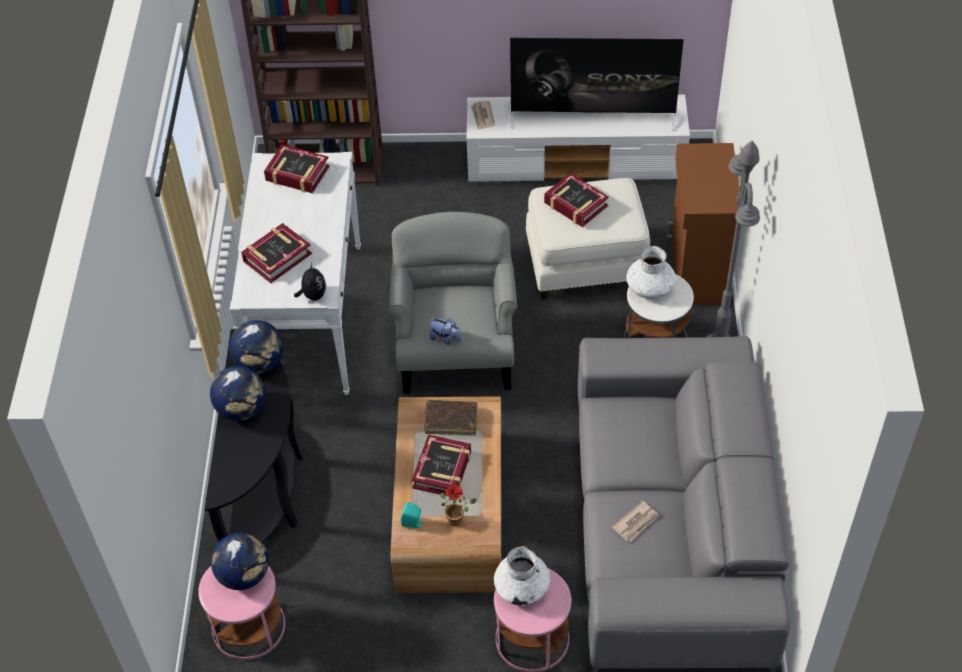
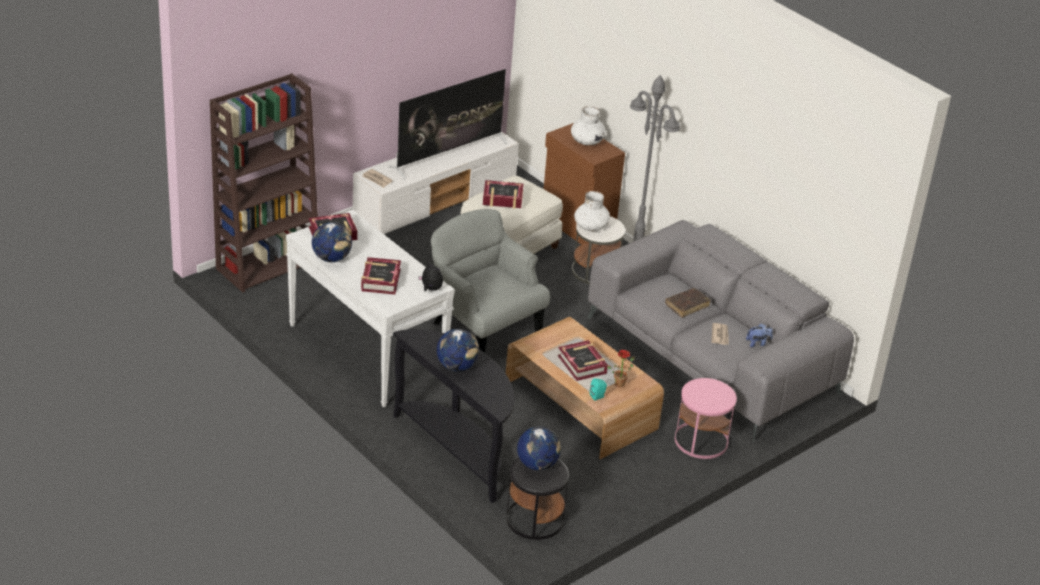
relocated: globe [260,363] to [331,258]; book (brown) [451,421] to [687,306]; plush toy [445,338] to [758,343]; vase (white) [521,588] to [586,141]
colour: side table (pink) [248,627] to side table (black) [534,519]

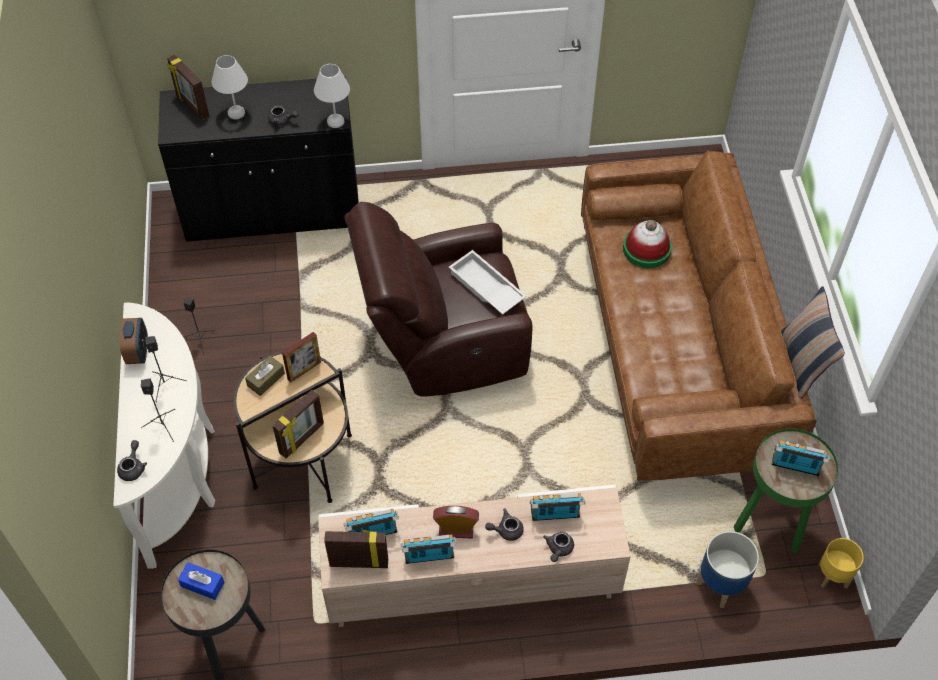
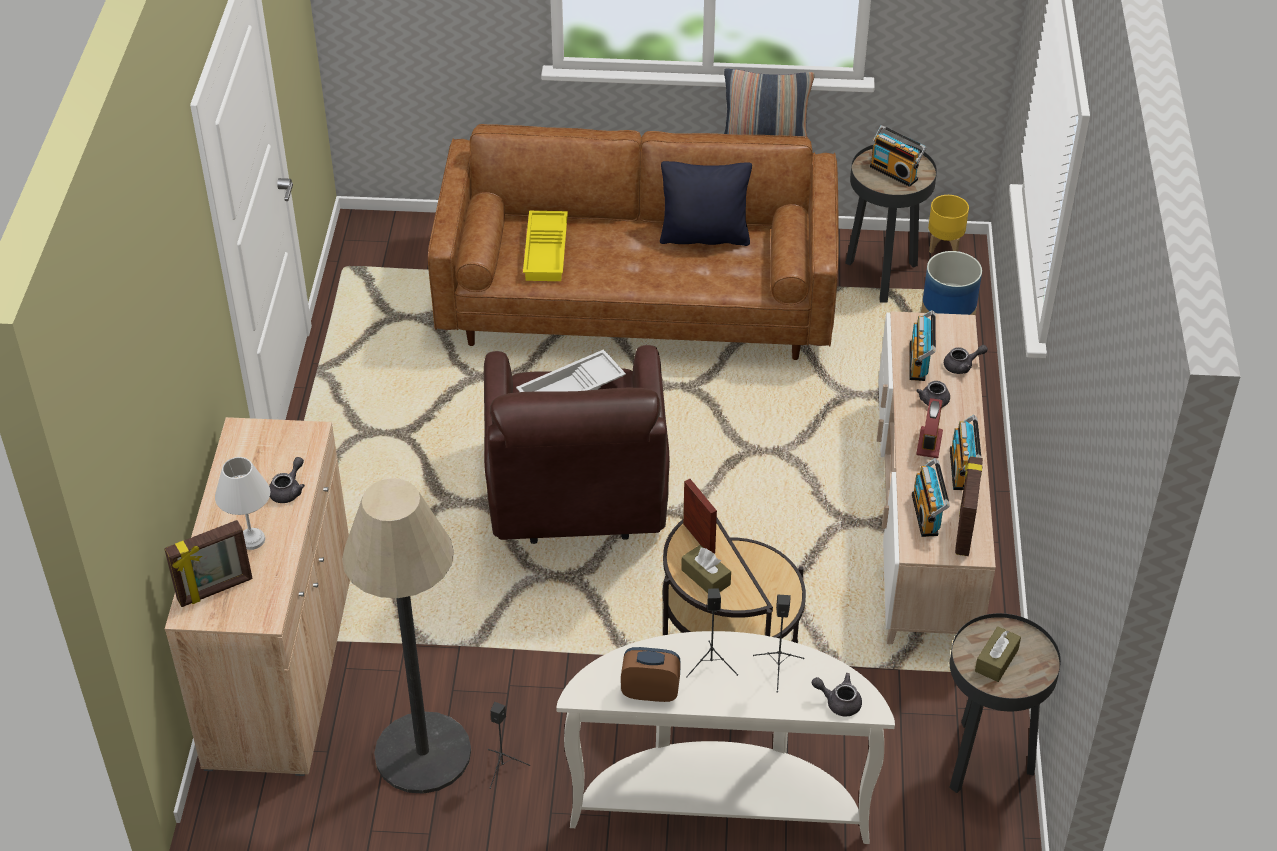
missing: picture frame [302,439]; table lamp (white) [336,122]
appeared: floor lamp [422,753]; pillow (black) [704,236]
exchanged: hat [646,249] to tray (yellow) [547,251]
colour: cabinet (black) [273,210] to cabinet (beige) [282,665]; tissue box (blue) [202,584] to tissue box (brown) [996,660]; side table (green) [770,526] to side table (black) [882,276]
spun: teapot (grey) [558,549] = [962,366] 45 degrees counterclockwise; radio [795,467] = [895,172] 75 degrees counterclockwise

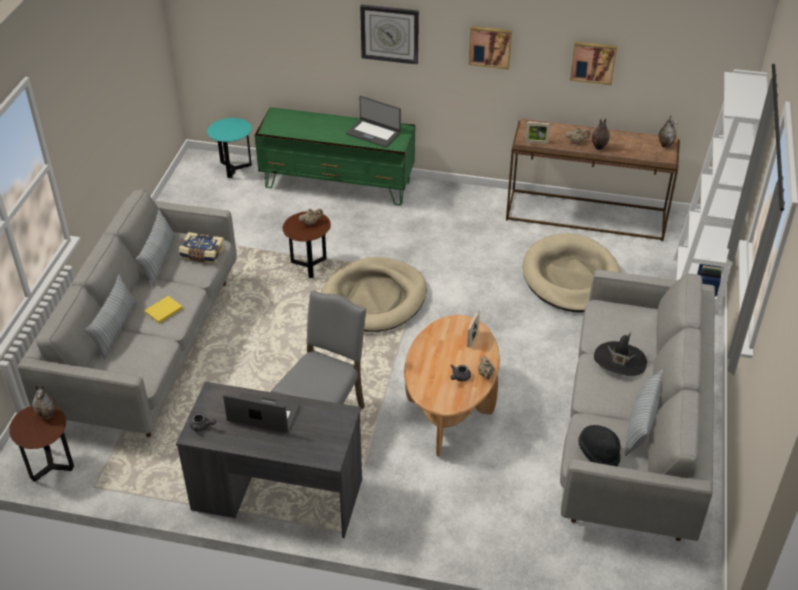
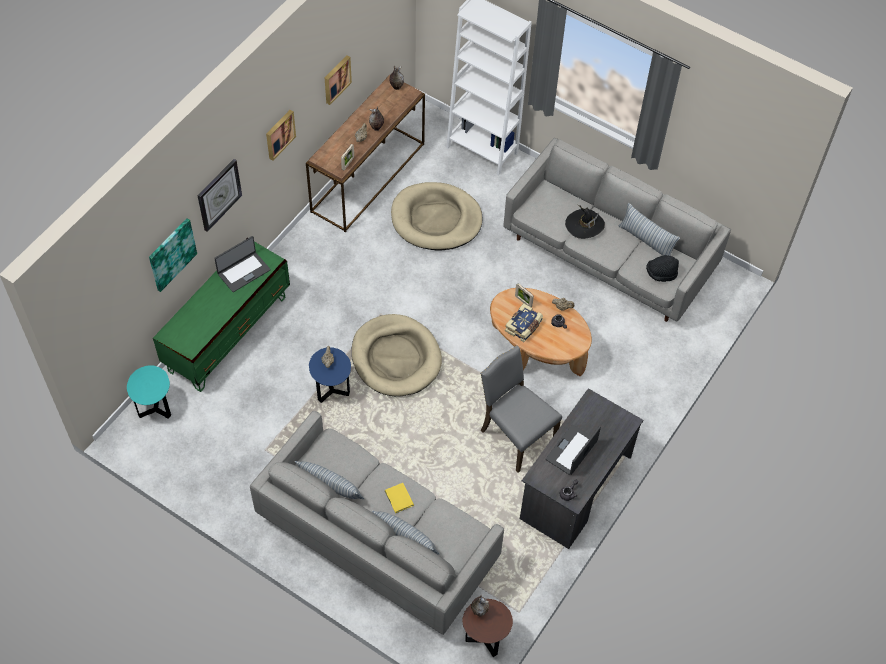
appeared: picture [171,254]
relocated: book [202,254] to [524,326]
colour: side table (brown) [309,266] to side table (blue) [332,391]

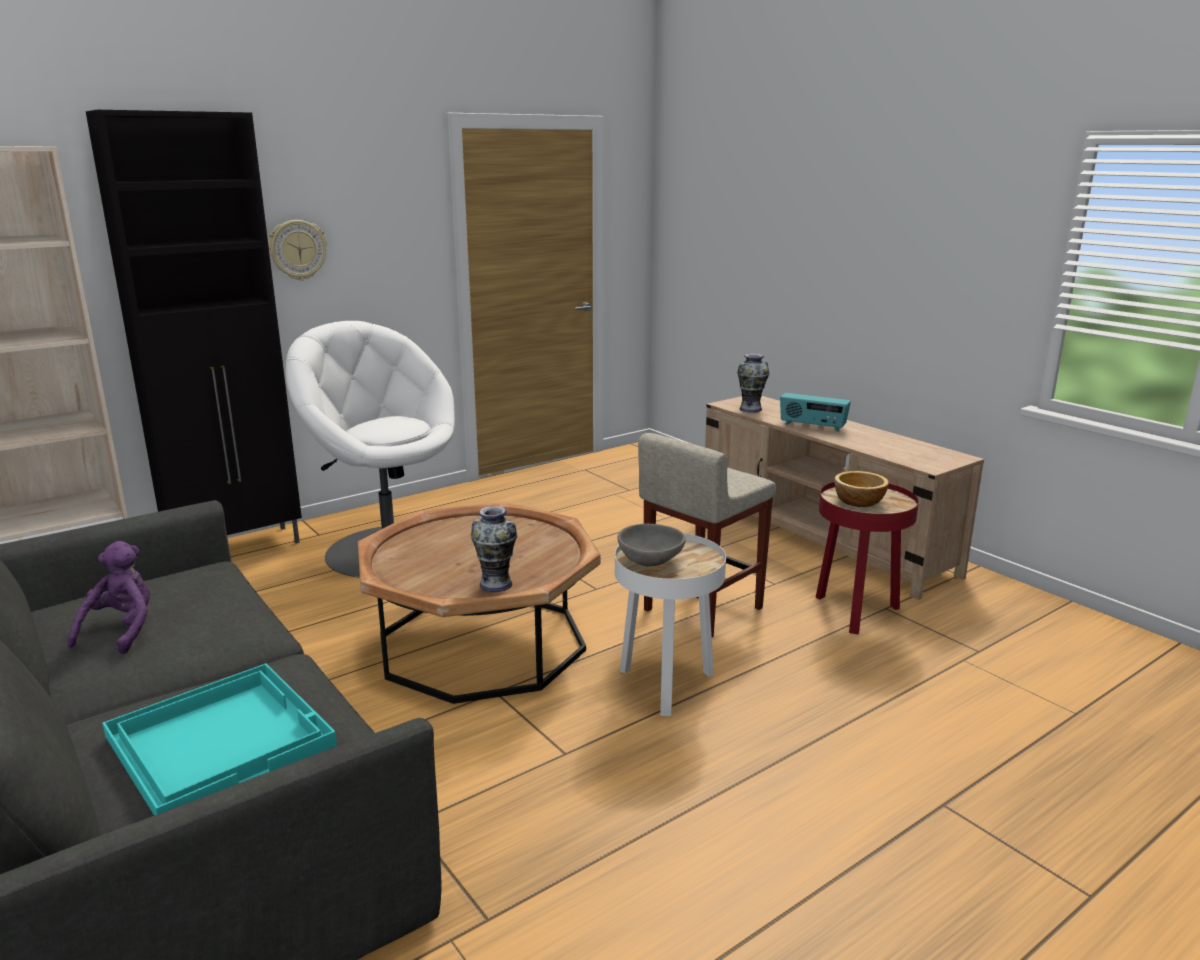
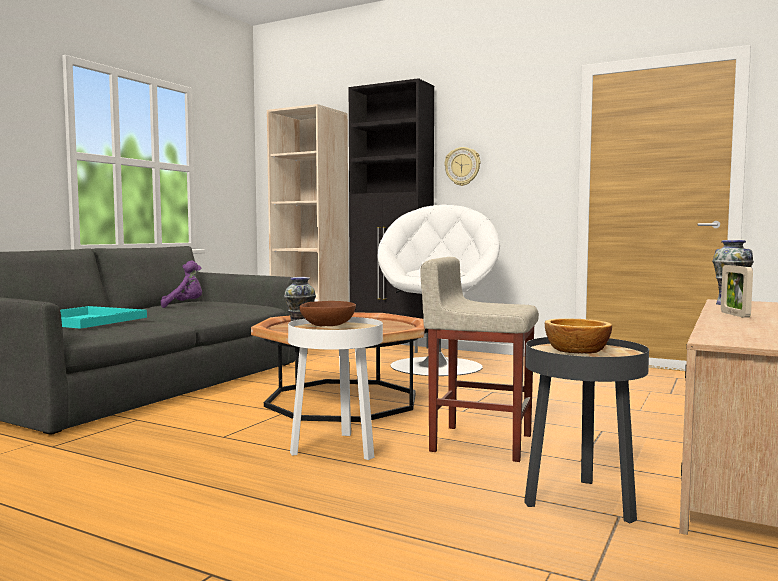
exchanged: radio [812,426] to picture frame [735,314]
colour: bowl (grey) [650,561] to bowl (brown) [327,326]; side table (red) [856,612] to side table (black) [581,502]

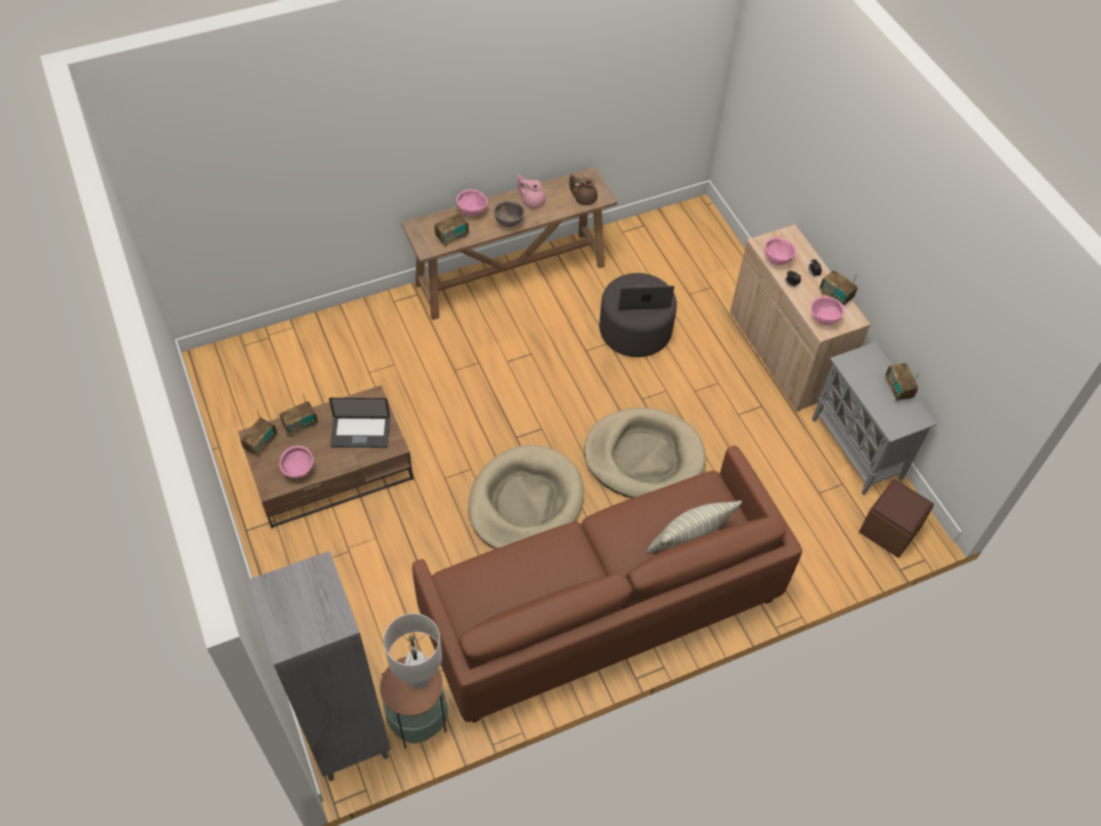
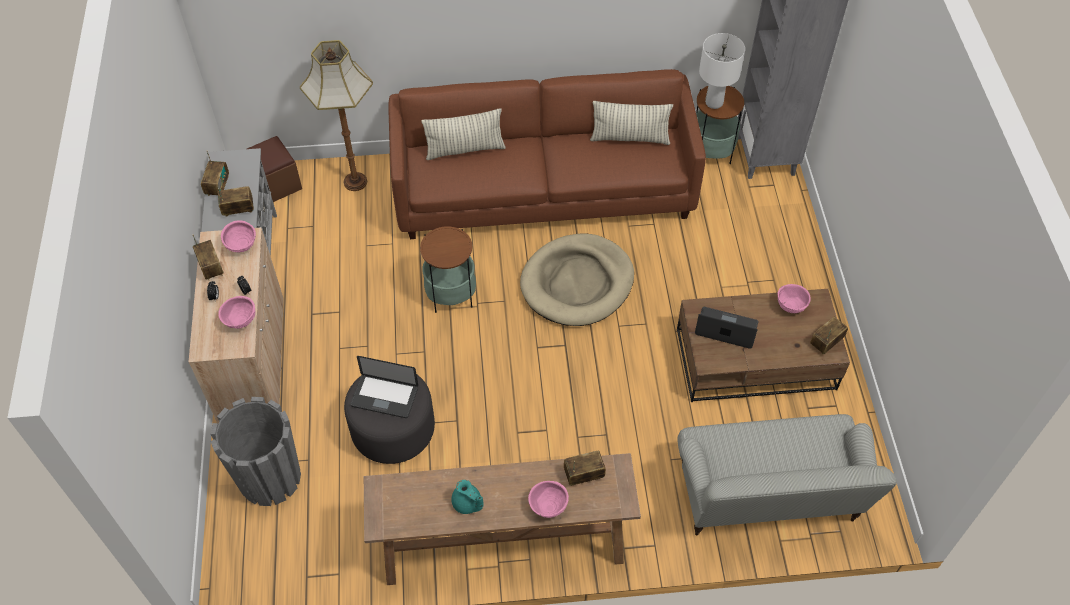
missing: bowl (brown) [509,223]; teapot (brown) [584,198]
appeared: planter (grey) [270,478]; floor lamp [355,181]; pillow [630,138]; sofa [767,496]
relocated: radio [300,425] to [238,209]
exchanged: dog bed (beige) [644,457] to side table [451,295]
colour: teapot (pink) [532,201] to teapot (turquoise) [467,504]

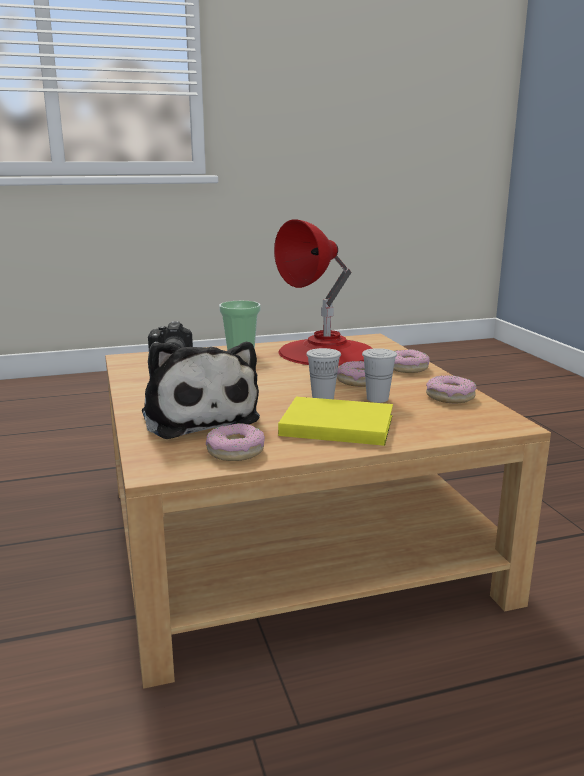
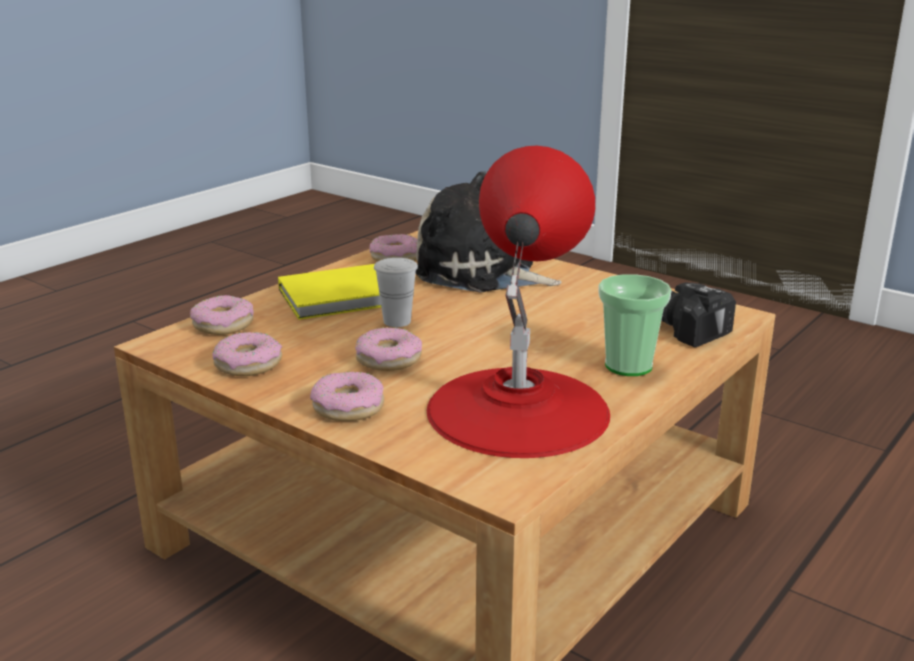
missing: cup (white) [377,398]
appeared: donut [223,325]

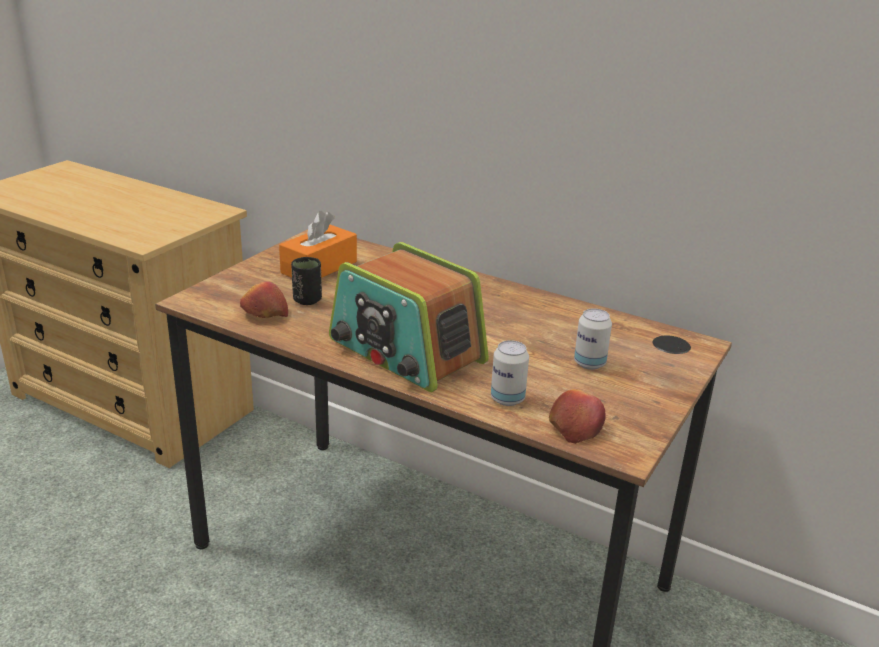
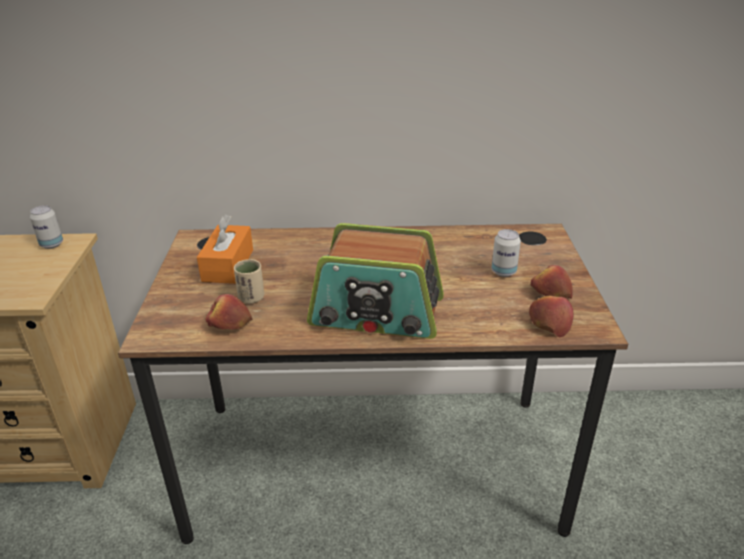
appeared: apple [550,293]
relocated: can [507,399] to [52,244]
colour: cup (black) [307,300] to cup (beige) [251,298]

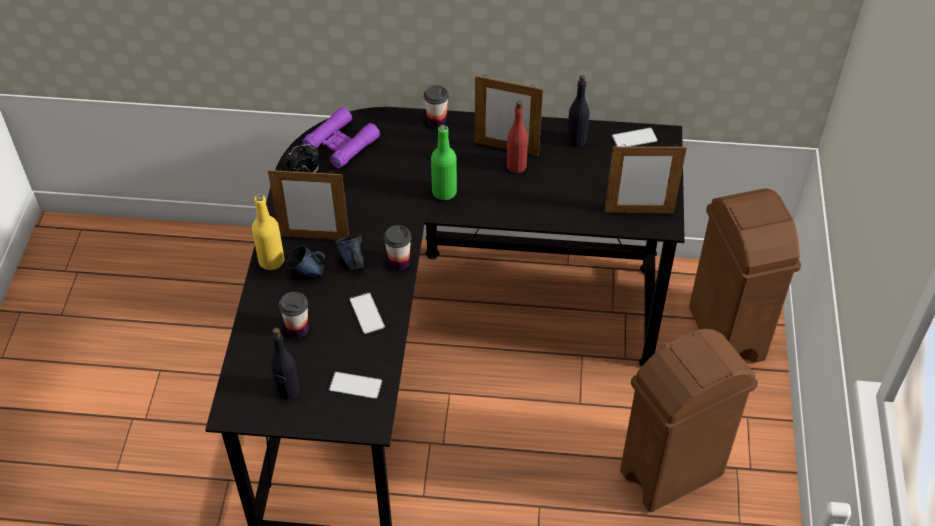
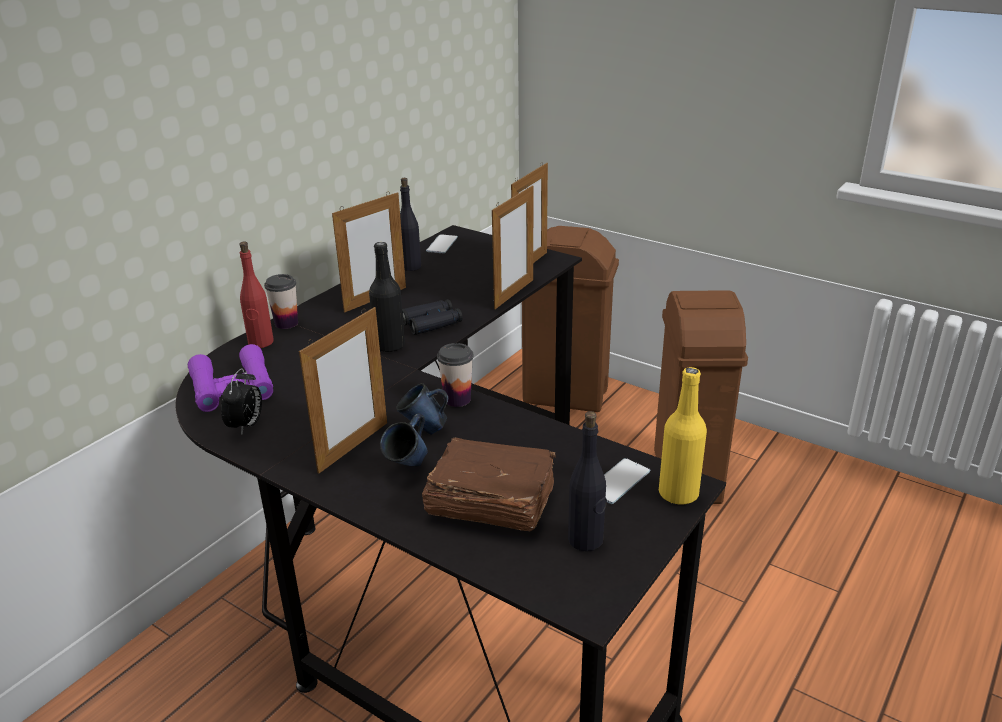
missing: phone [367,313]
appeared: binoculars (black) [432,323]; picture frame [514,294]
relocated: bottle (yellow) [271,261] to [678,494]; bottle (red) [516,166] to [261,342]
exchanged: cup [297,329] to book (brown) [489,502]
colour: bottle (green) [444,192] to bottle (black) [390,346]

